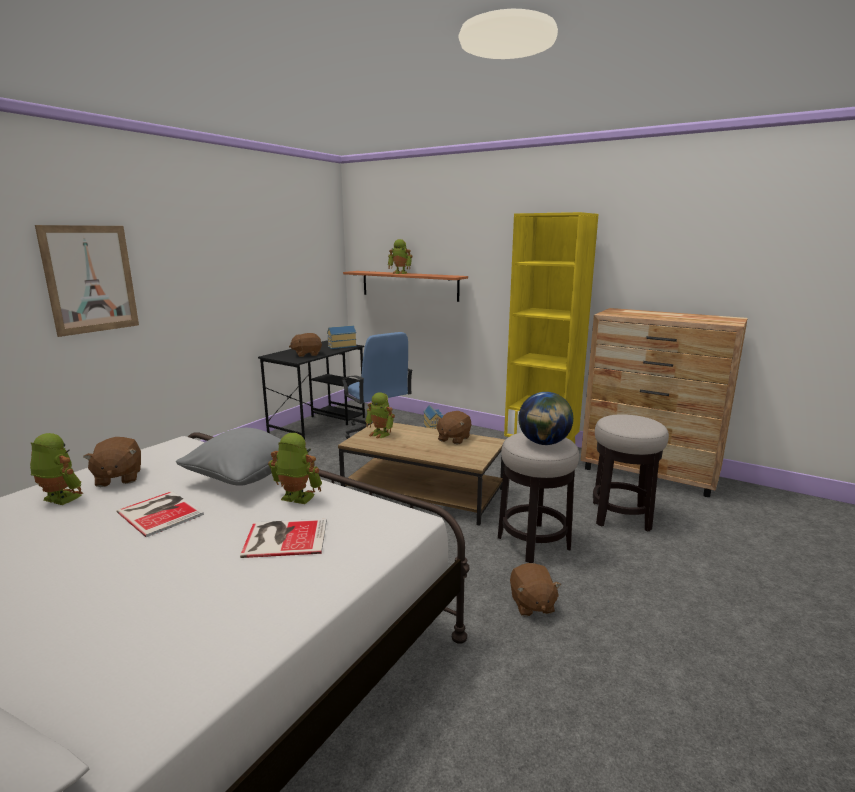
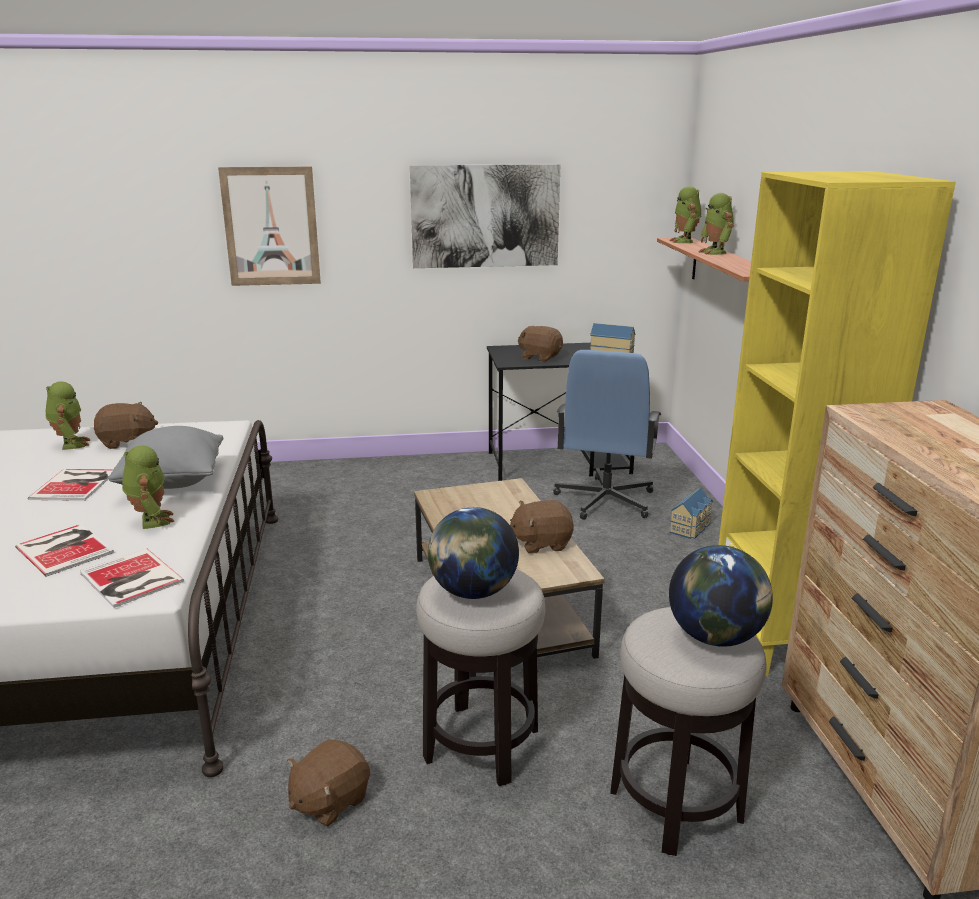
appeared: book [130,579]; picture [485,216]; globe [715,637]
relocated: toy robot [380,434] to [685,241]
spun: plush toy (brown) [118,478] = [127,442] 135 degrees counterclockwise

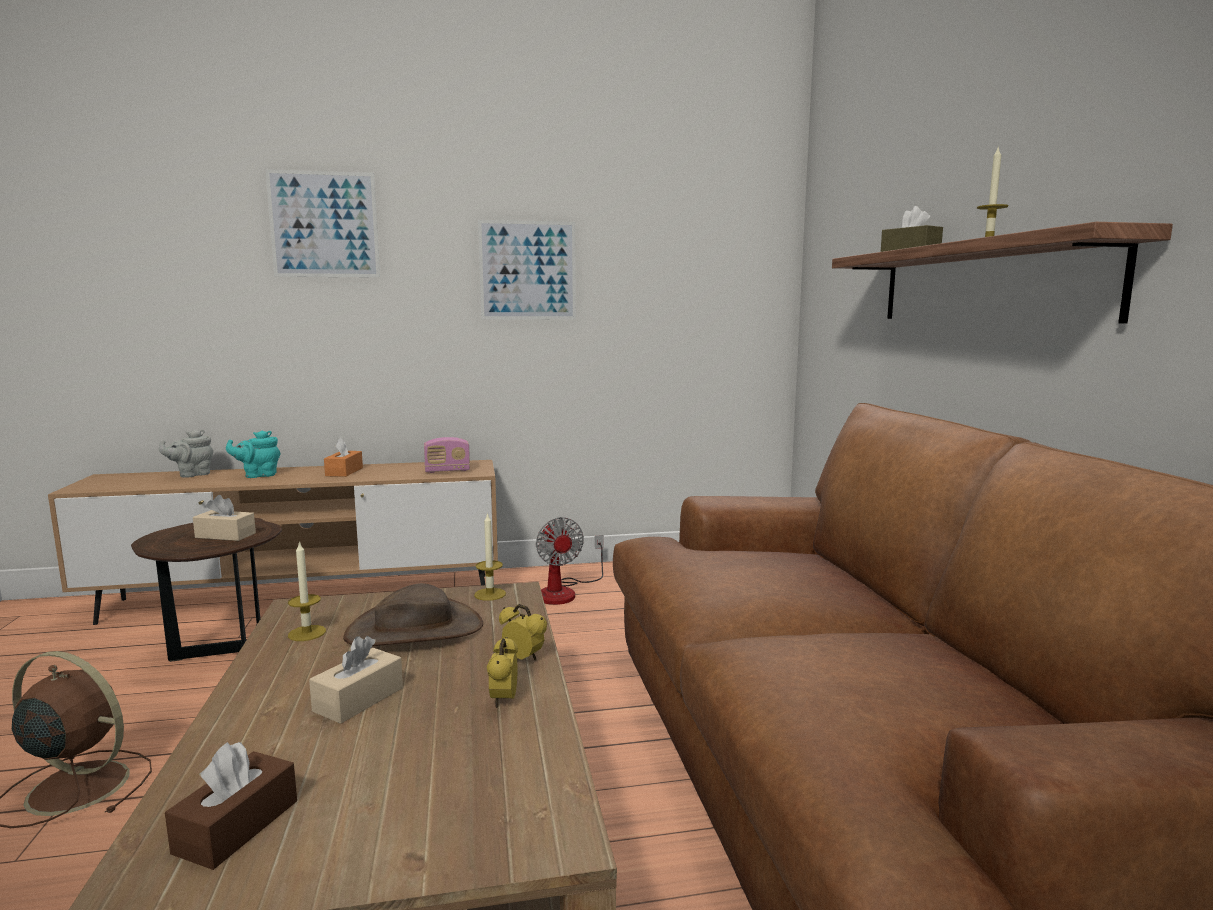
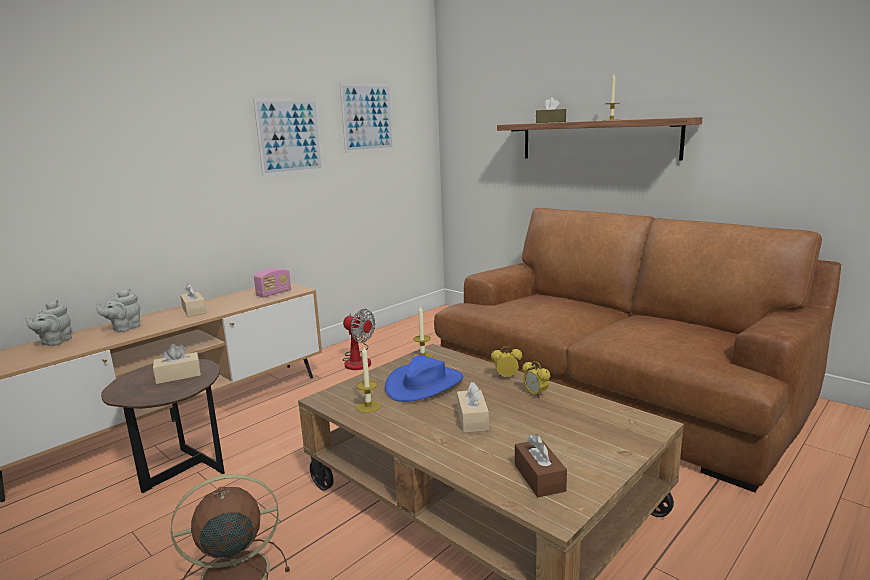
relocated: picture [324,224] to [367,118]
colour: teapot (turquoise) [258,475] to teapot (grey) [124,328]; tissue box (orange) [344,472] to tissue box (beige) [194,310]; hat (brown) [415,629] to hat (blue) [424,384]

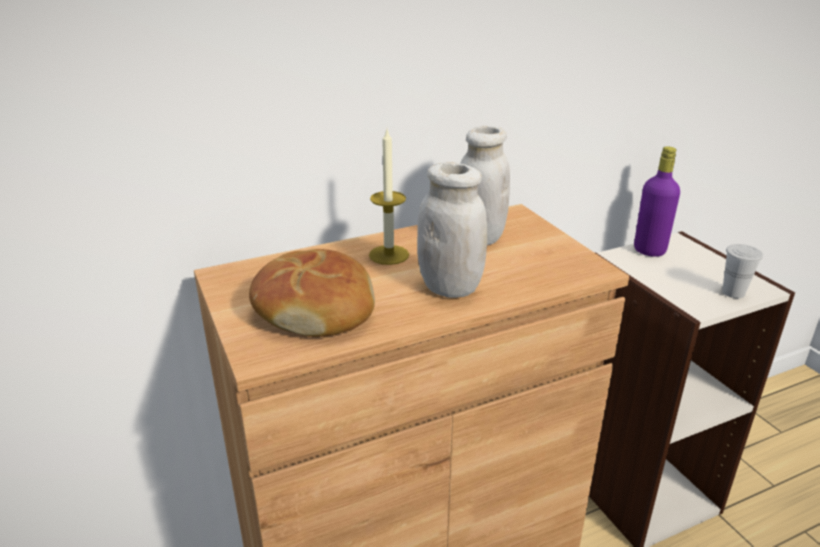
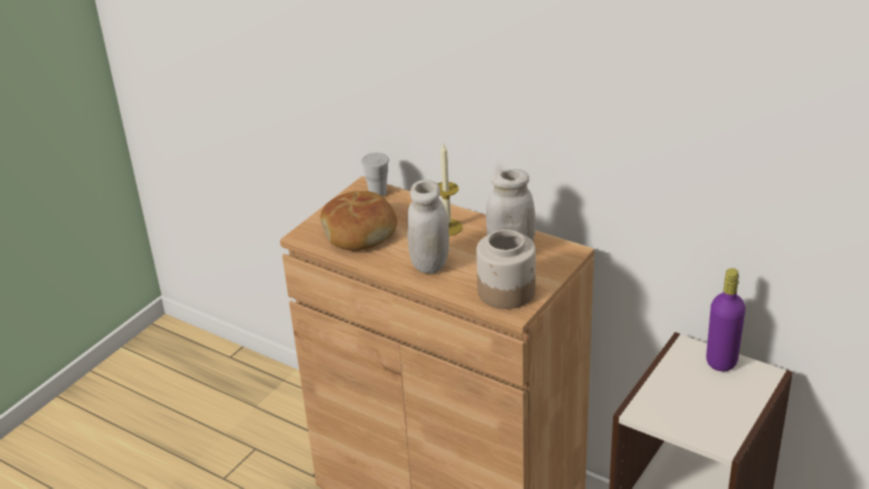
appeared: jar [507,291]
relocated: cup (white) [733,292] to [377,193]

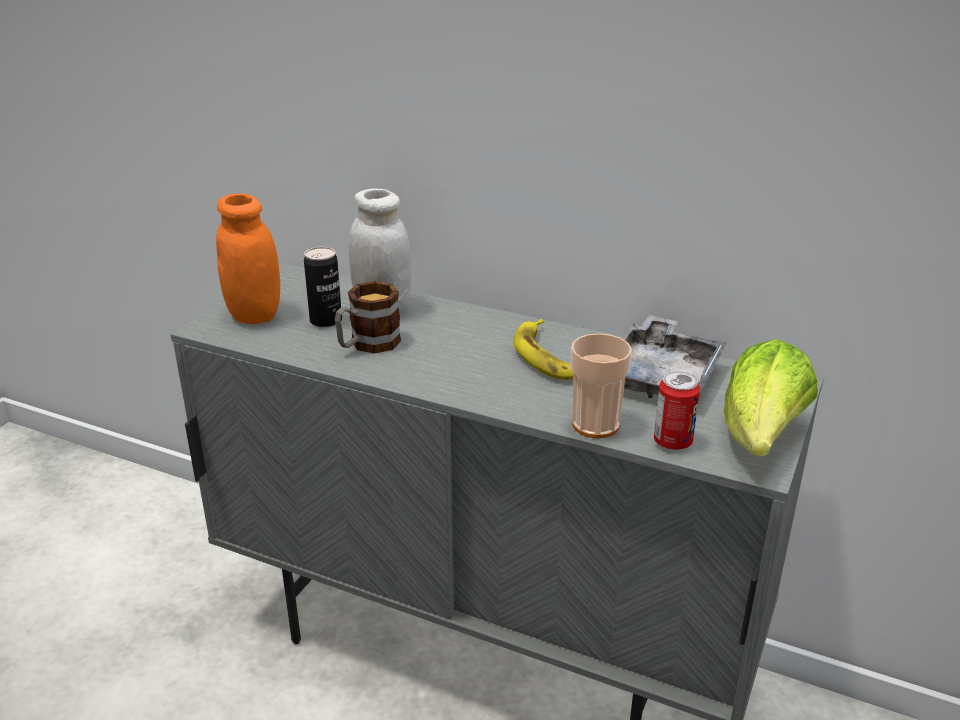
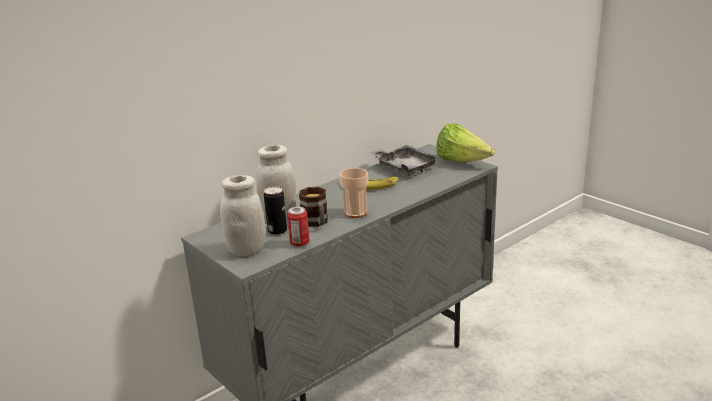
relocated: cup [595,425] to [355,213]; can [672,442] to [299,243]
colour: jar (orange) [254,315] to jar (white) [246,250]

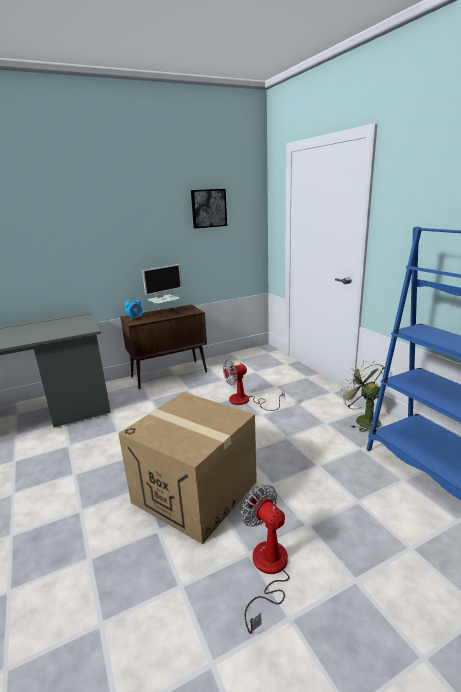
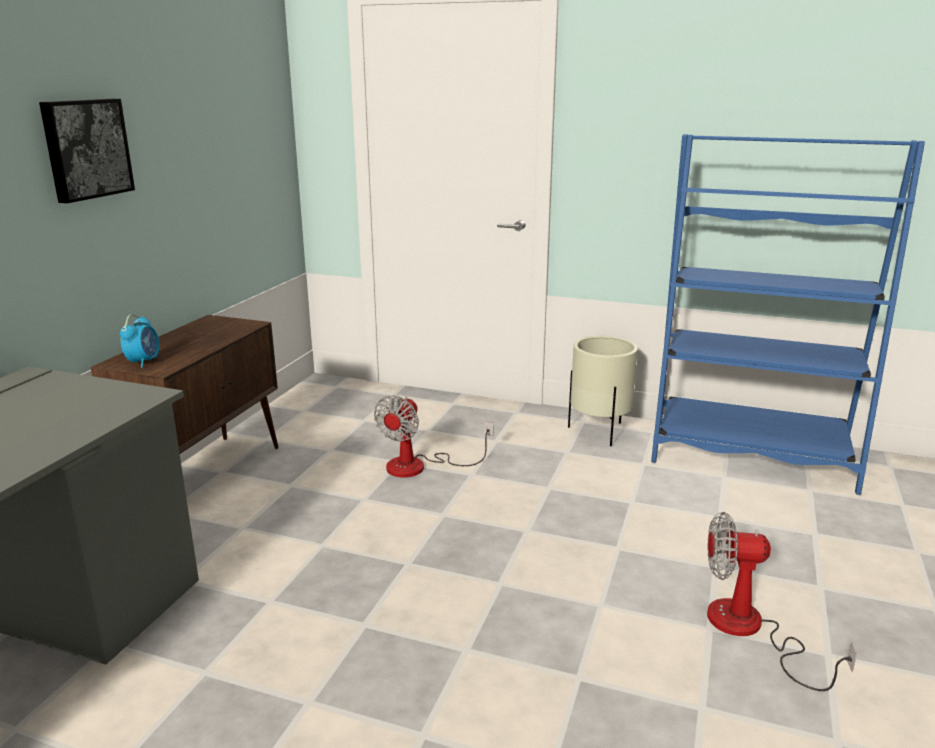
missing: cardboard box [195,492]; monitor [165,312]
relocated: picture [208,208] to [86,149]
exchanged: fan (green) [362,420] to planter (beige) [599,432]

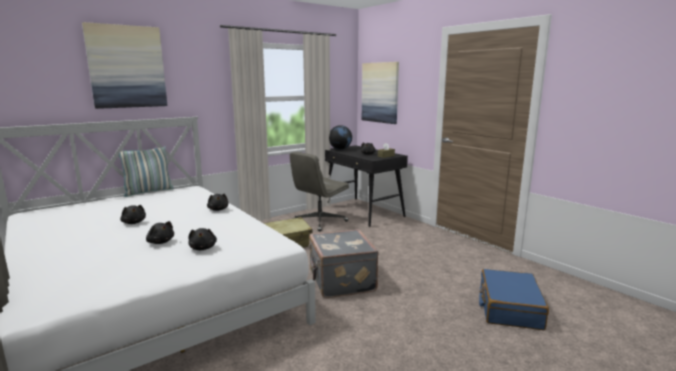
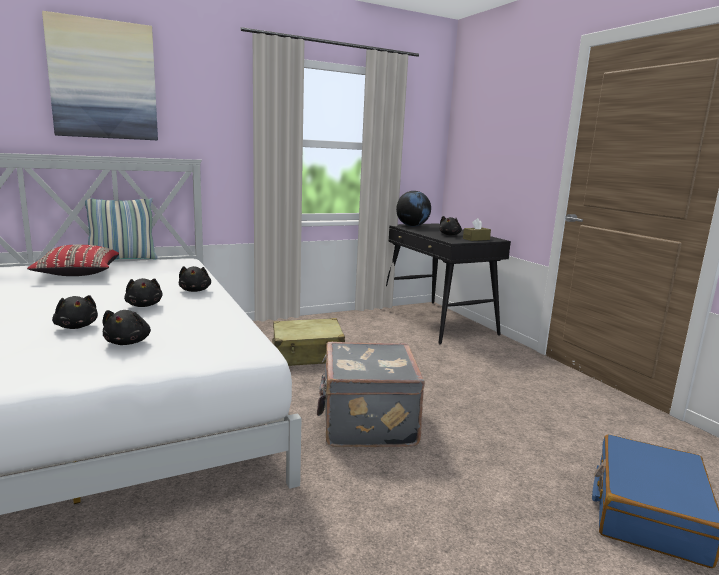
missing: office chair (grey) [319,222]; picture [380,92]
appeared: pillow (red) [78,274]
relocated: plush toy (black) [134,222] to [144,305]

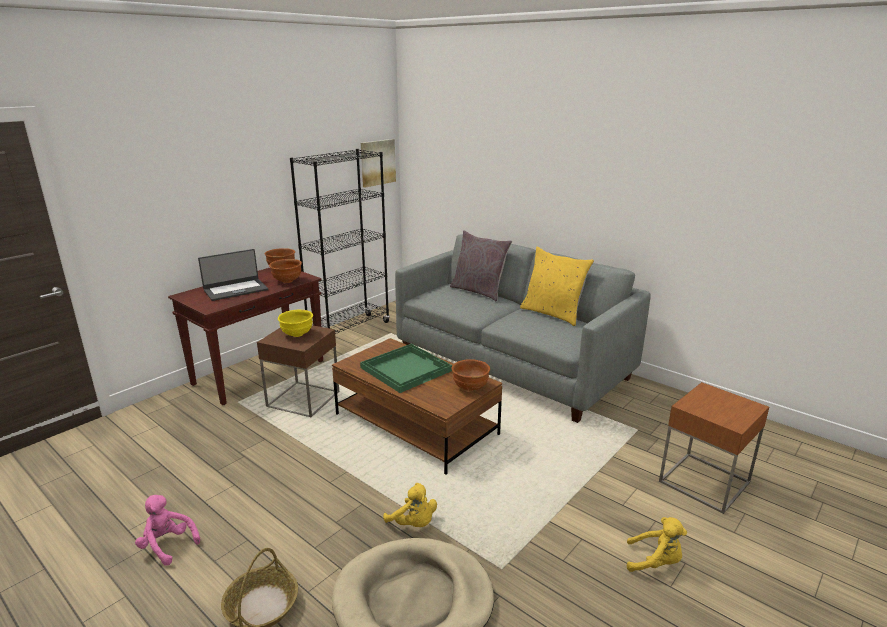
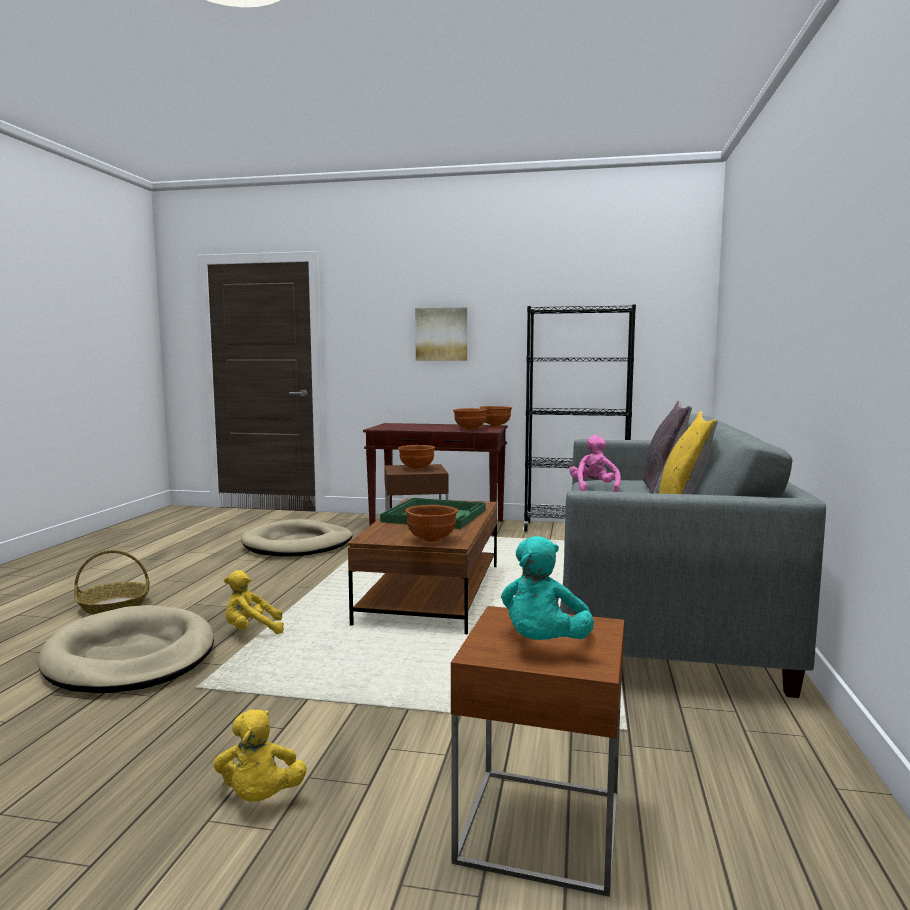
missing: laptop [235,290]
appeared: dog bed (beige) [298,544]; plush toy (turquoise) [543,645]
relocated: plush toy (pink) [167,545] to [594,489]; picture [377,162] to [441,334]
colour: bowl (yellow) [297,334] to bowl (brown) [416,468]
spun: plush toy (yellow) [413,524] = [251,631] 60 degrees clockwise

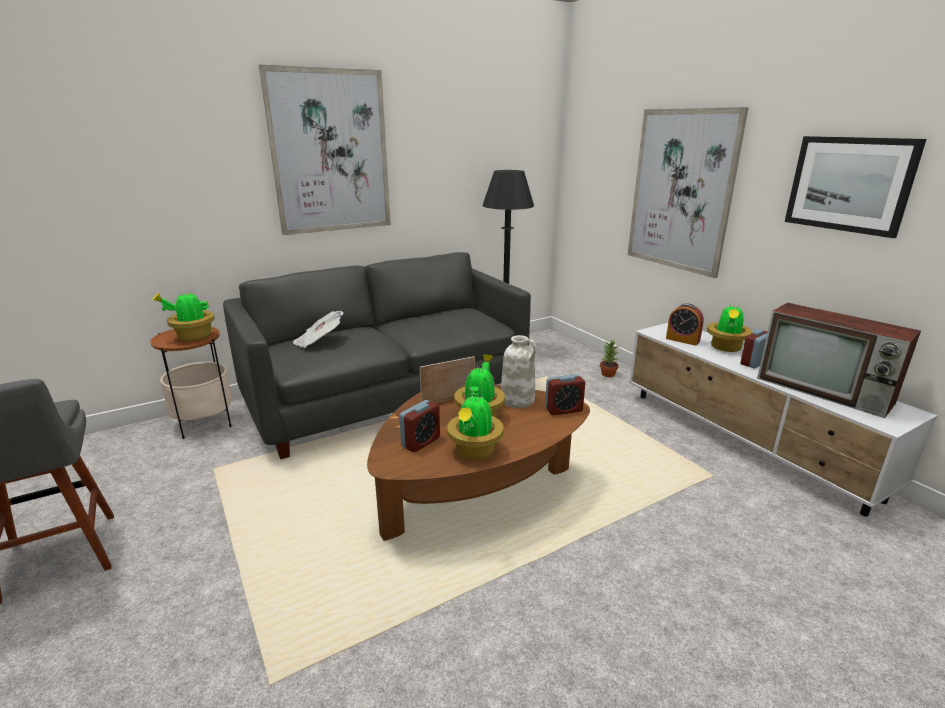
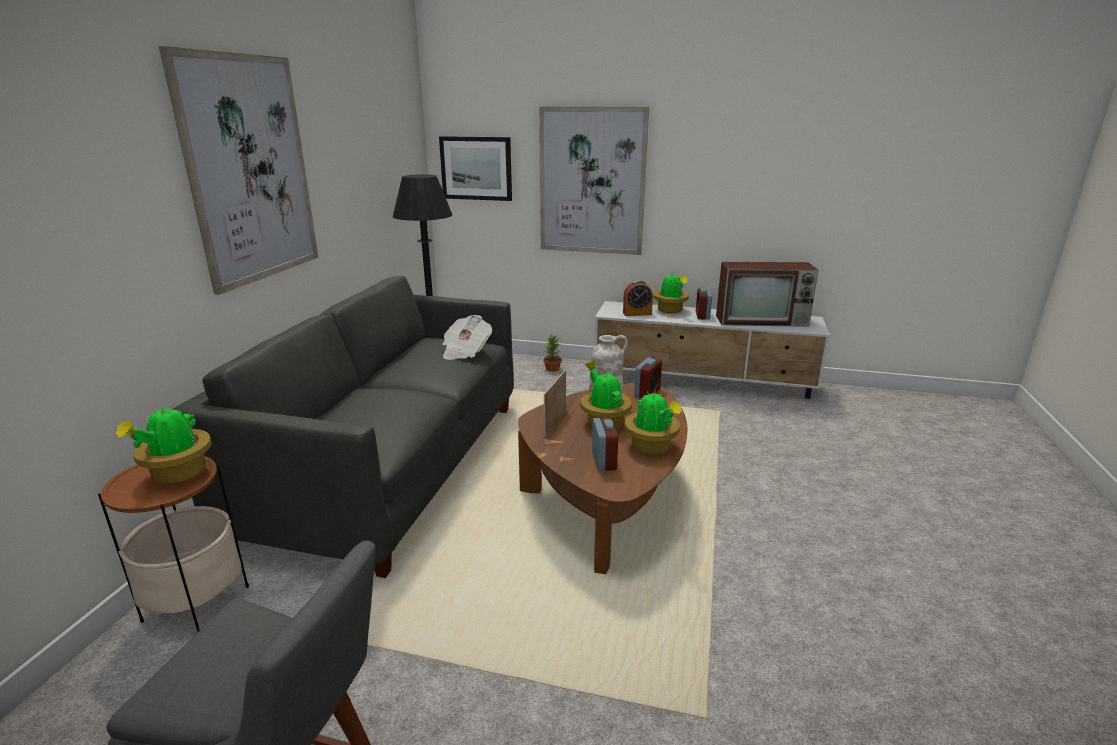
relocated: newspaper [319,342] to [465,351]; picture [849,184] to [476,168]

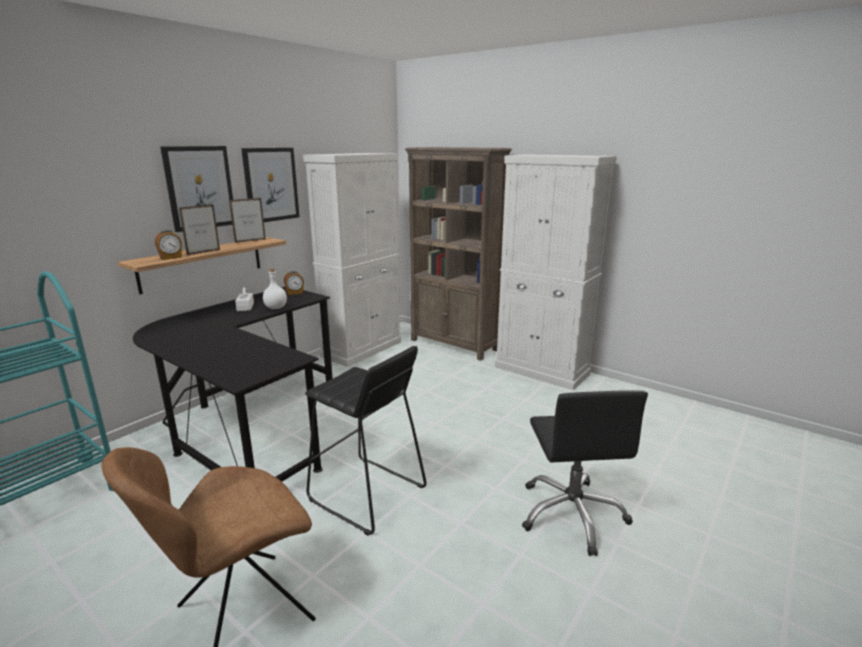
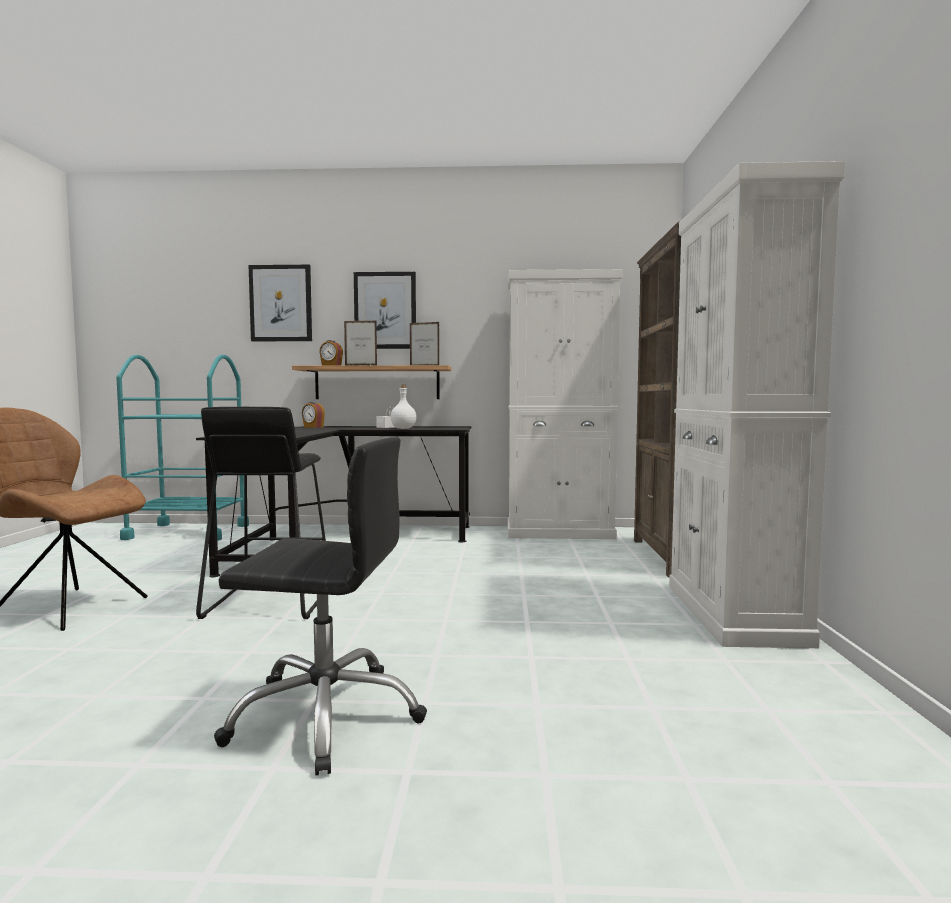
relocated: picture [271,184] to [281,303]; alarm clock [294,293] to [313,427]
spun: office chair (black) [572,514] = [326,715] 135 degrees counterclockwise

